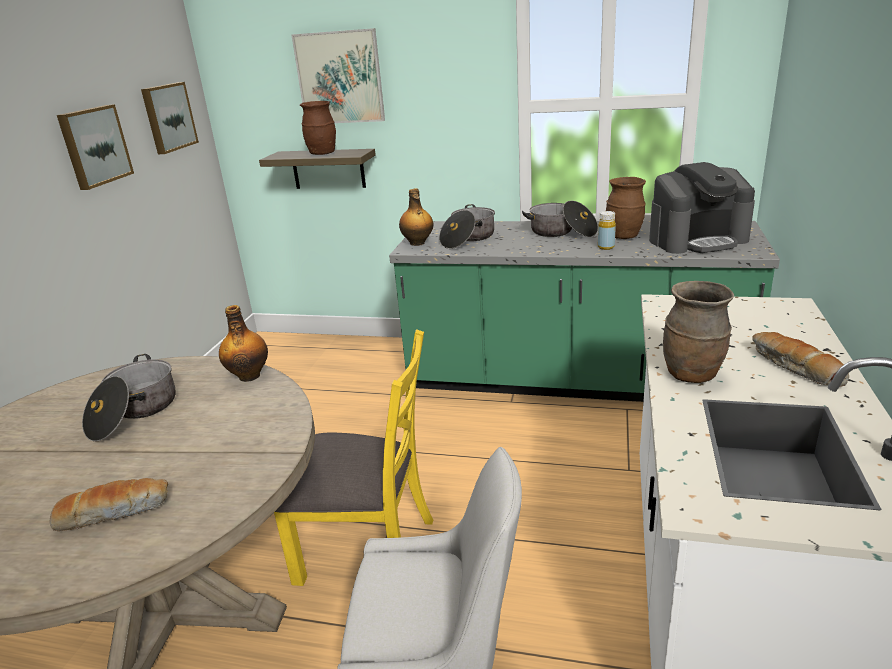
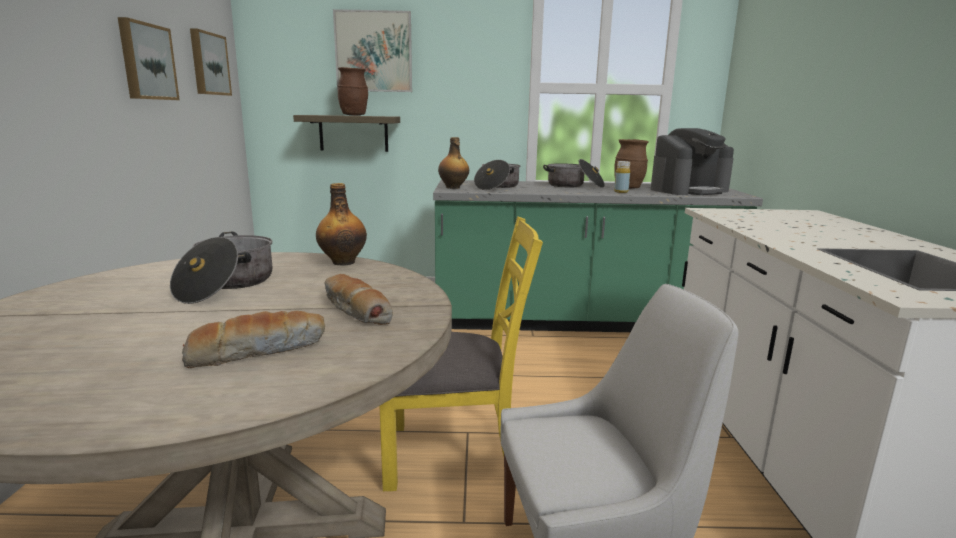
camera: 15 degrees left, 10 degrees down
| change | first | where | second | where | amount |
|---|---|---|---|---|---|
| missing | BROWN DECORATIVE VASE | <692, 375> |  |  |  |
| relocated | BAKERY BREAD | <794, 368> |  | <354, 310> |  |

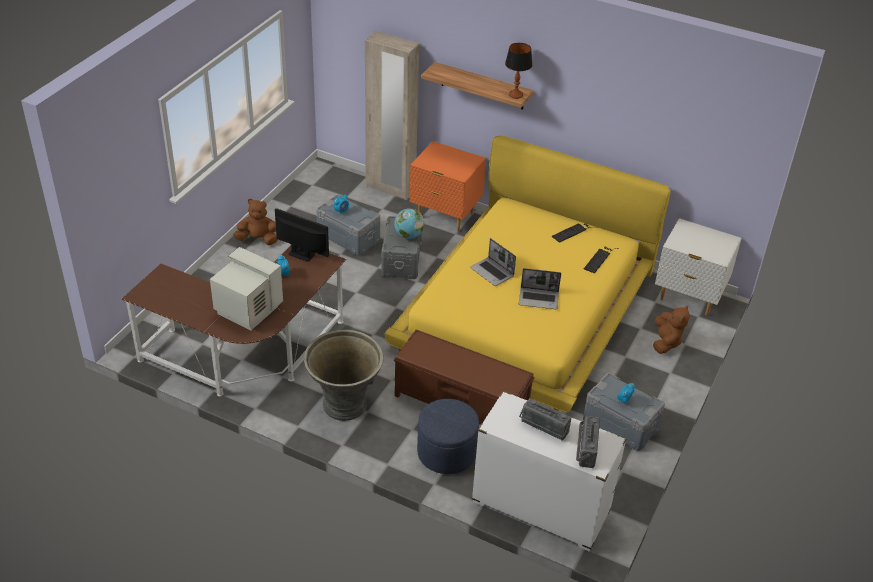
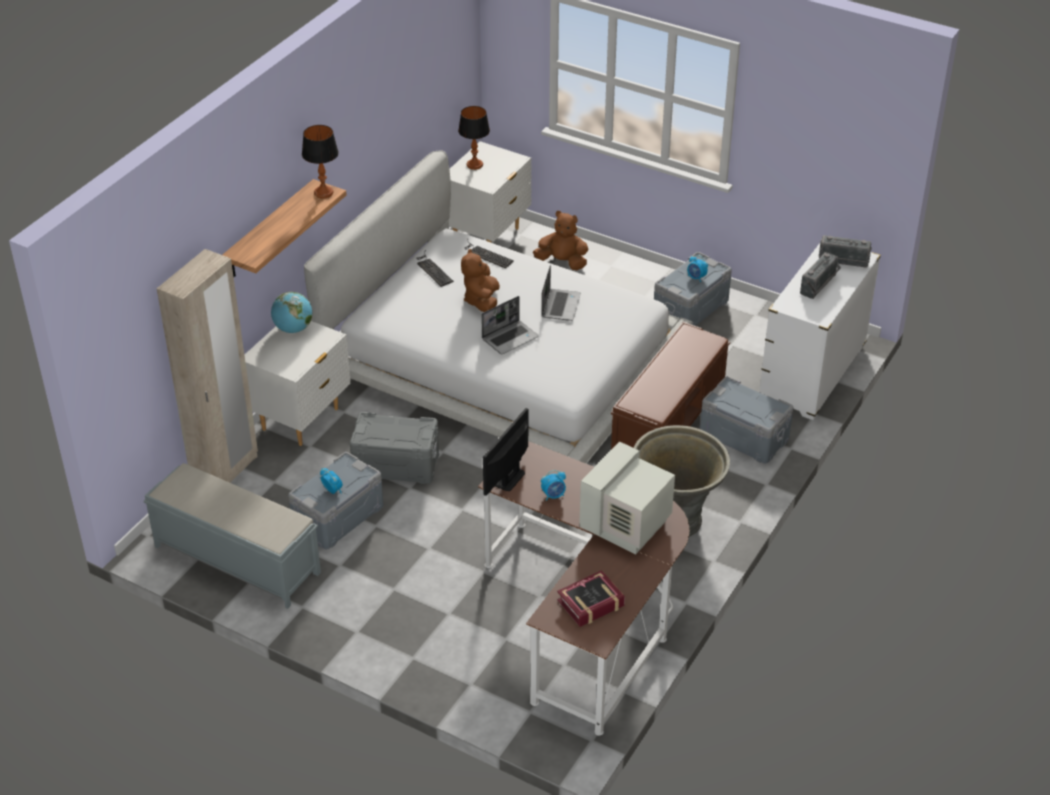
camera: 85 degrees left, 0 degrees up
| change | first | where | second | where | amount |
|---|---|---|---|---|---|
| relocated | BROWN PLUSH TOY | <258, 239> |  | <482, 301> |  |
| colour | YELLOW-COLOURED BED | <526, 308> | WHITE-COLOURED BED | <501, 360> |  |
| relocated | GLOBE | <408, 235> |  | <293, 329> |  |
| colour | ORANGEY NIGHT TABLE | <445, 216> | WHITE-COLOURED NIGHT TABLE | <301, 419> |  |
| exchanged | BLUISH POUFFE | <446, 452> | GREYISH STORAGE CONTAINER | <743, 437> |  |
| appeared |  |  | GREYISH LONG SEAT | <236, 559> |  |
| appeared |  |  | LAMP FOR A TABLE | <475, 165> |  |
| appeared |  |  | BOOK | <591, 603> |  |

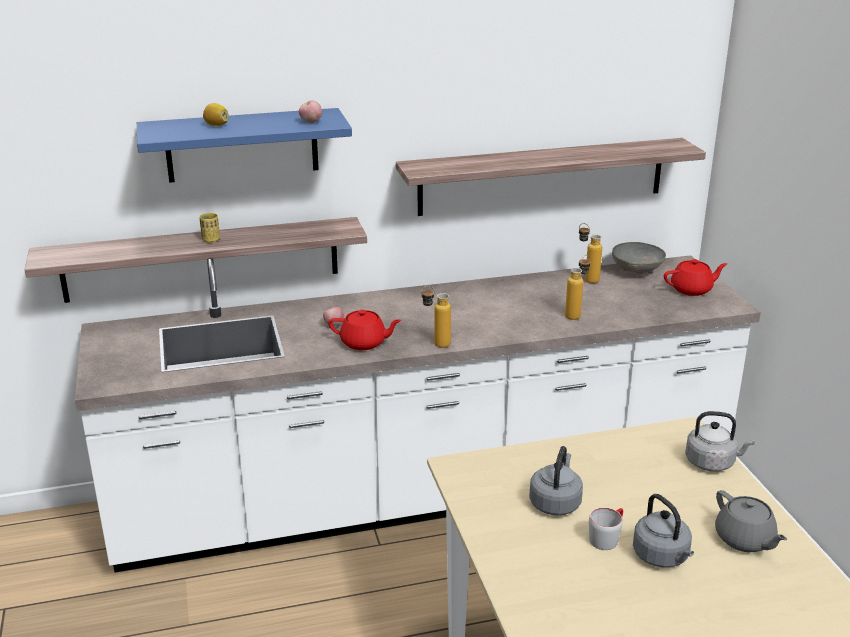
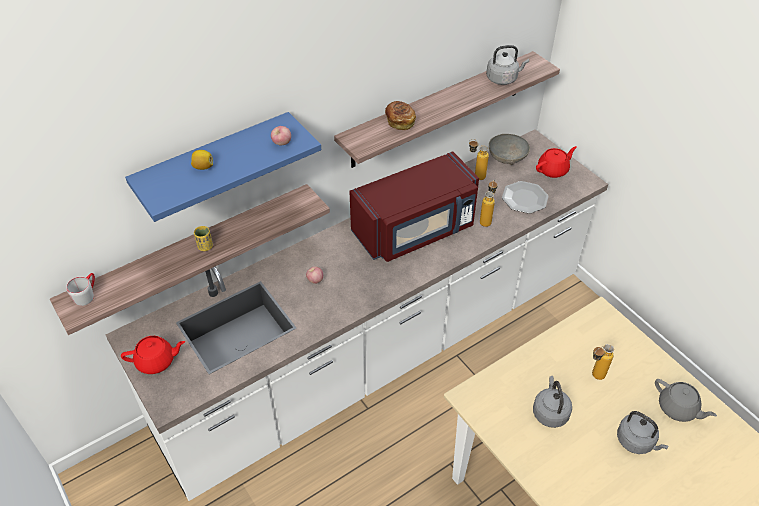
camera: 20 degrees left, 20 degrees up
| change | first | where | second | where | amount |
|---|---|---|---|---|---|
| relocated | REDDISH POT FOR TEA | <364, 343> |  | <156, 361> |  |
| relocated | BEVERAGE BOTTLE | <435, 345> |  | <594, 377> |  |
| relocated | GREYISH MUG | <607, 537> |  | <86, 294> |  |
| relocated | GREYISH KETTLE | <712, 462> |  | <503, 79> |  |
| appeared |  |  | REDDISH KITCHEN MICROWAVE | <415, 230> |  |
| appeared |  |  | BAKERY BREAD | <400, 121> |  |
| appeared |  |  | FLAT DISH | <524, 198> |  |

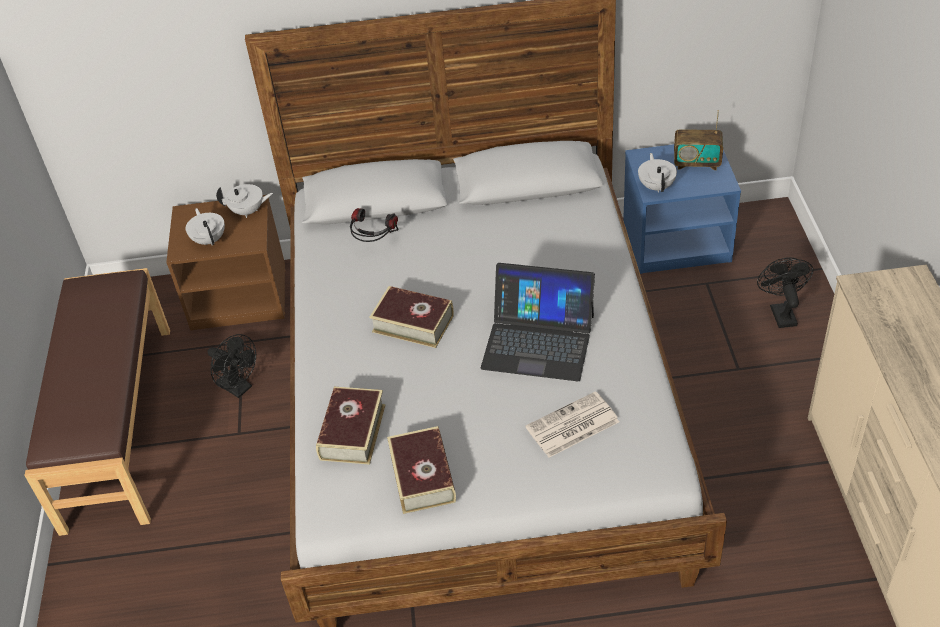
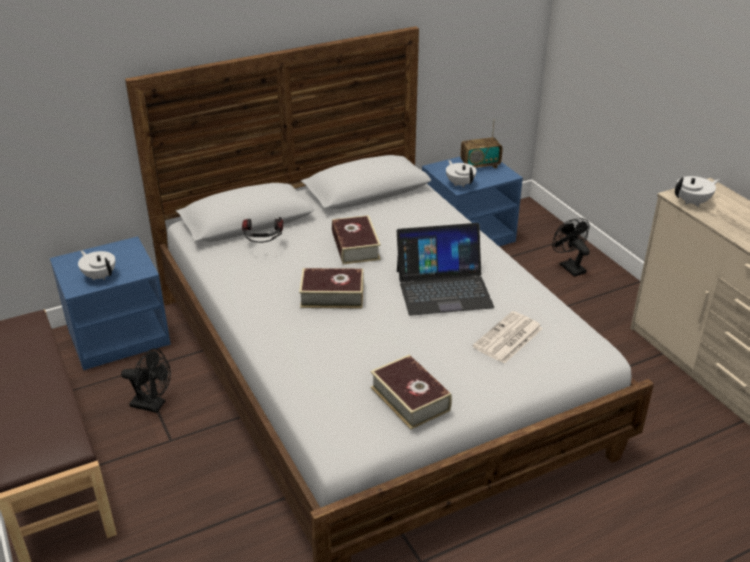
camera: 25 degrees left, 10 degrees down
| change | first | where | second | where | amount |
|---|---|---|---|---|---|
| colour | BROWN NIGHT TABLE | <240, 296> | BLUISH NIGHT TABLE | <119, 335> |  |
| relocated | WHITE-COLOURED POT FOR TEA | <248, 211> |  | <693, 202> |  |
| relocated | BOOK | <352, 432> |  | <355, 246> |  |

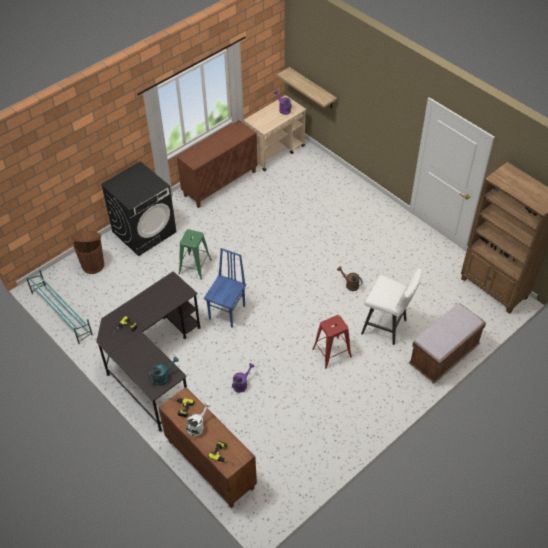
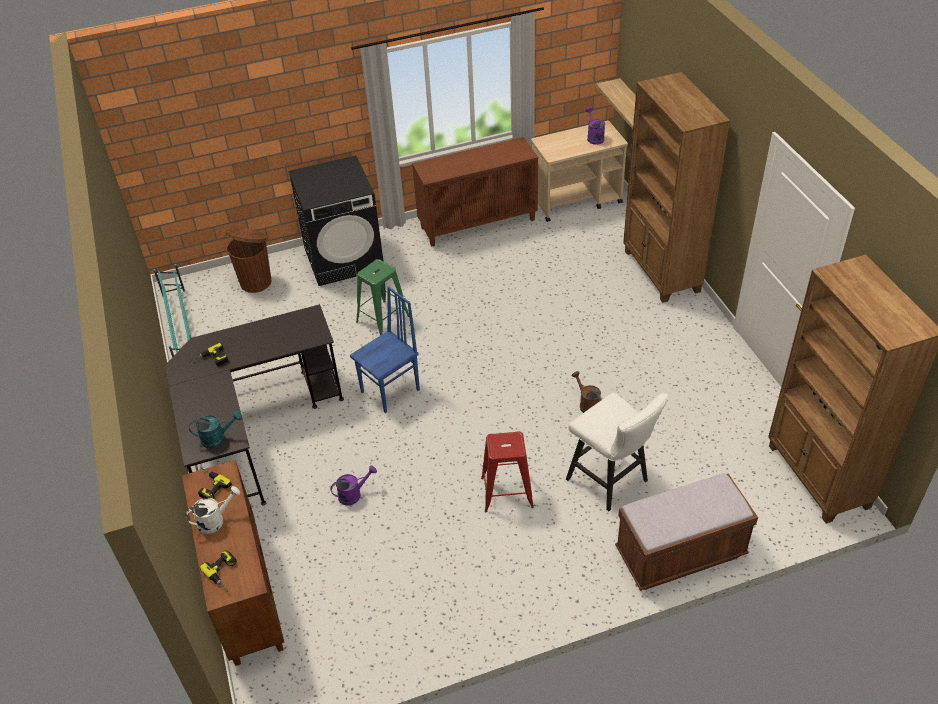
camera: 25 degrees right, 5 degrees down
| change | first | where | second | where | amount |
|---|---|---|---|---|---|
| appeared |  |  | BROWN BOOKSHELF | <661, 272> |  |

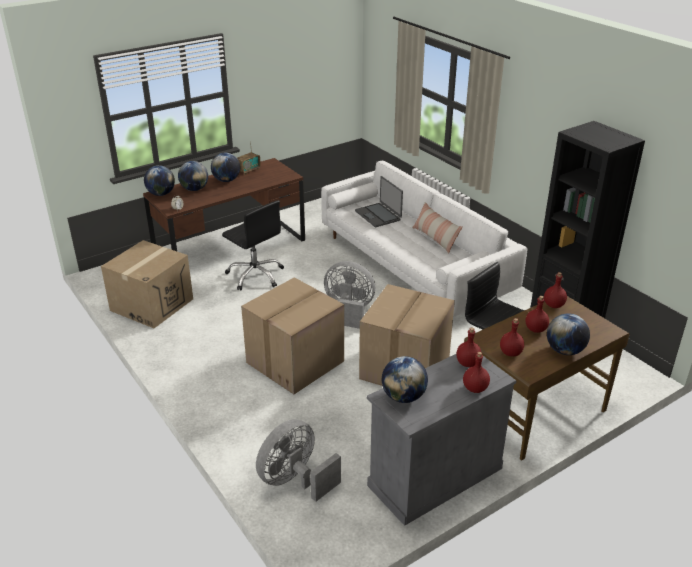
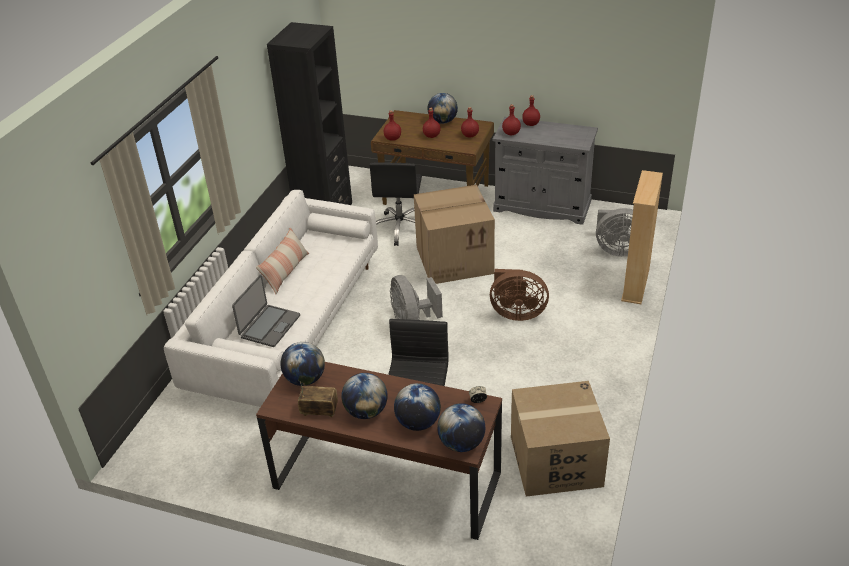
camera: 125 degrees left, 5 degrees up
| change | first | where | second | where | amount |
|---|---|---|---|---|---|
| exchanged | CARDBOARD BOX | <295, 363> | BROWN COOLING FAN | <516, 313> |  |
| relocated | GLOBE | <403, 397> |  | <305, 379> |  |
| appeared |  |  | BEIGE-COLOURED BOOKSHELF | <635, 285> |  |

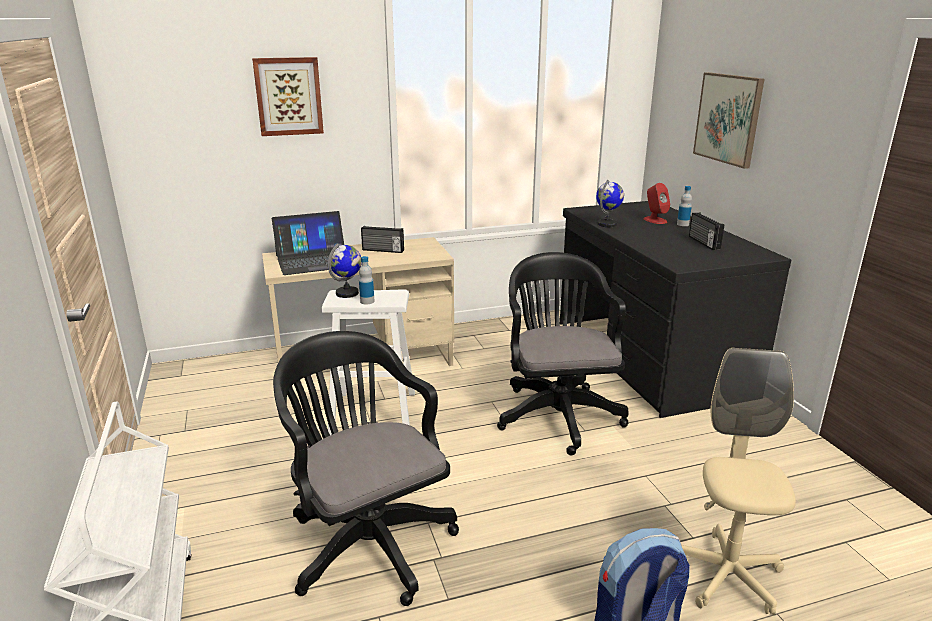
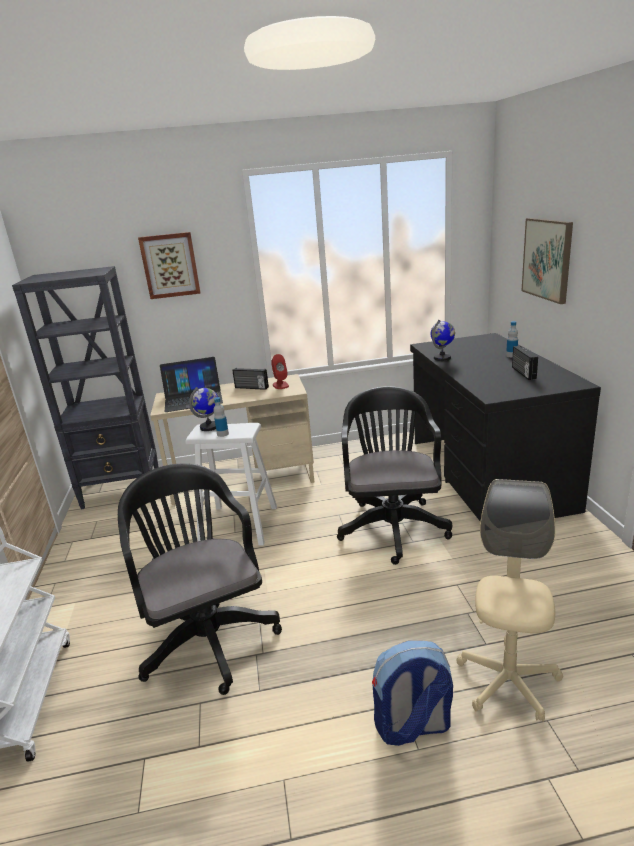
camera: 10 degrees right, 0 degrees up
| change | first | where | second | where | amount |
|---|---|---|---|---|---|
| relocated | REDDISH AUDIO SPEAKER | <655, 220> |  | <280, 385> |  |
| appeared |  |  | BLACKISH BOOKSHELF | <123, 489> |  |

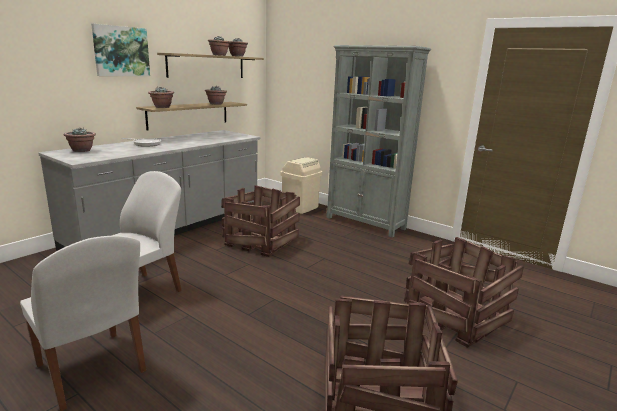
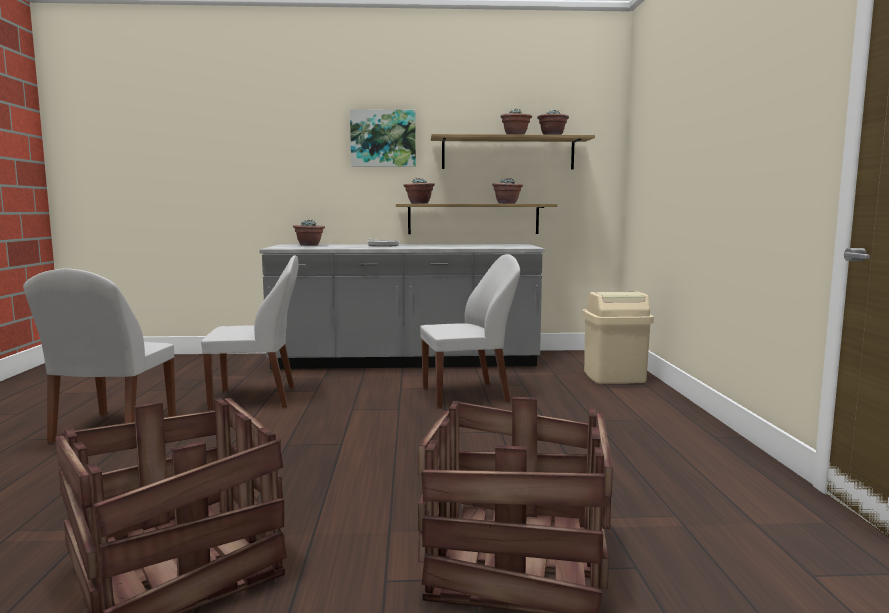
camera: 50 degrees right, 10 degrees down
| change | first | where | second | where | amount |
|---|---|---|---|---|---|
| exchanged | PACKING CRATE | <262, 241> | WHITE-COLOURED UPRIGHT CHAIR | <467, 395> |  |
| missing | GREYISH BOOKSHELF | <365, 223> |  |  |  |

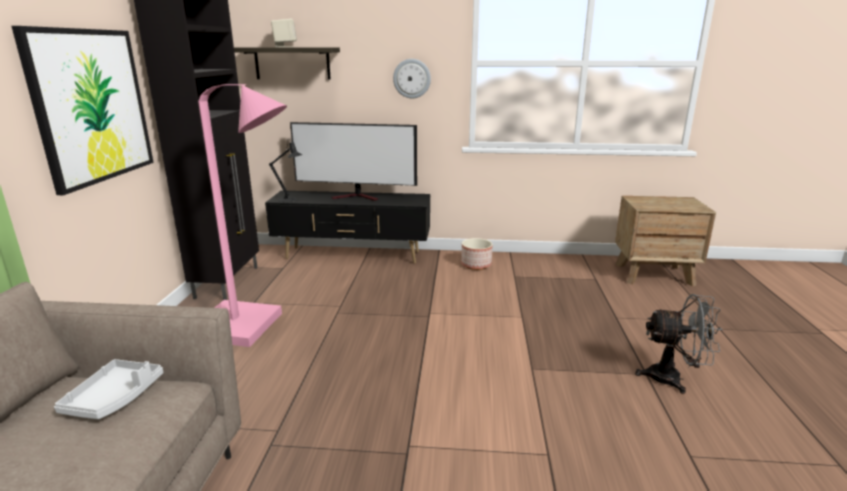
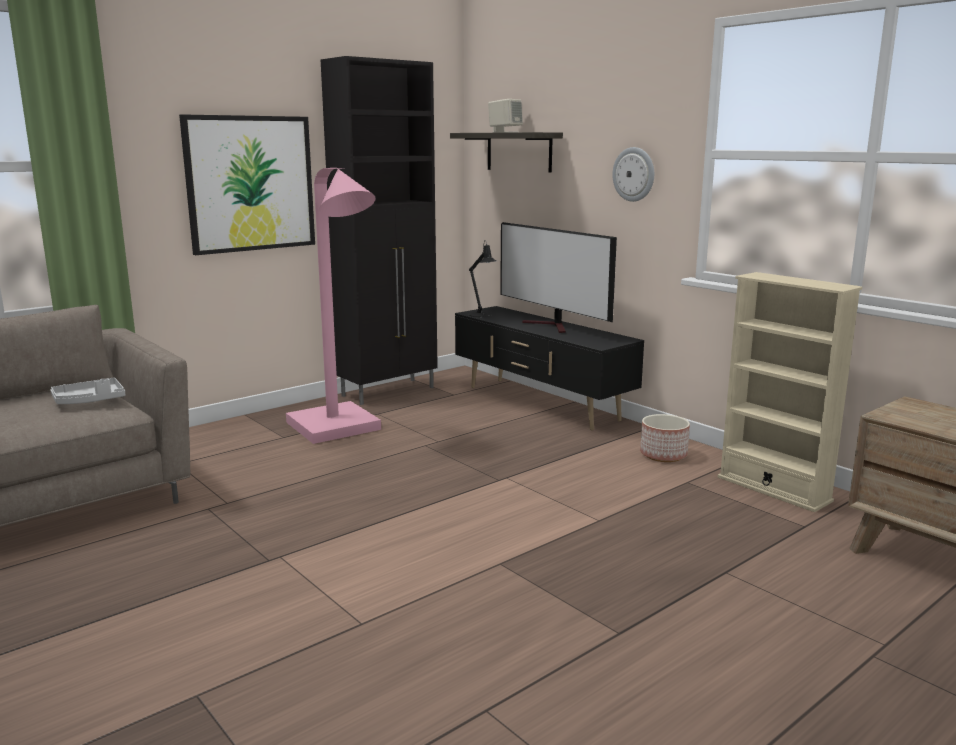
camera: 45 degrees right, 5 degrees down
| change | first | where | second | where | amount |
|---|---|---|---|---|---|
| missing | GREYISH COOLING FAN | <673, 378> |  |  |  |
| appeared |  |  | BEIGE-COLOURED BOOKSHELF | <773, 489> |  |

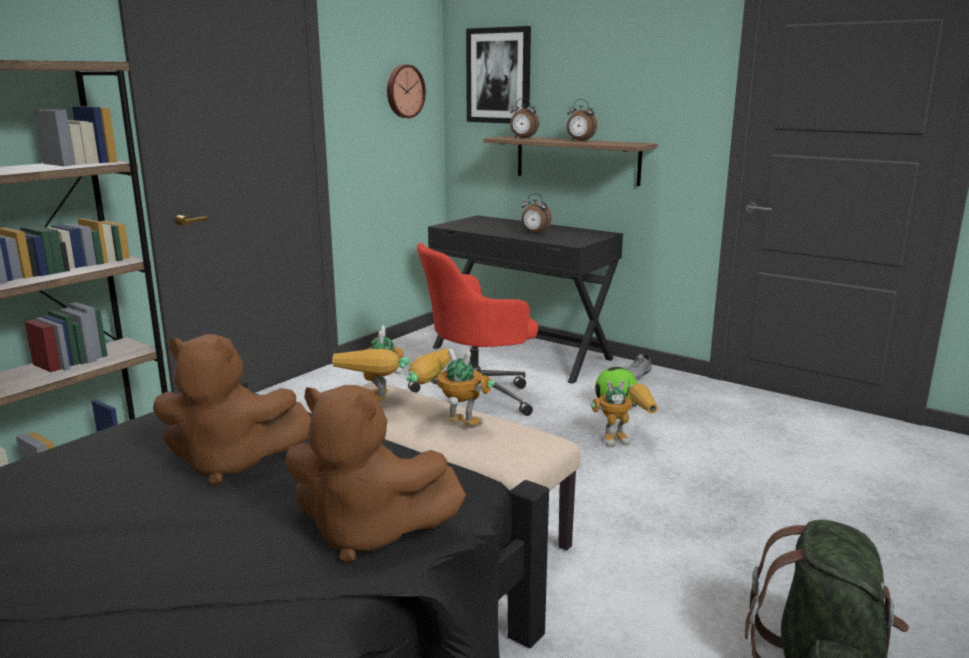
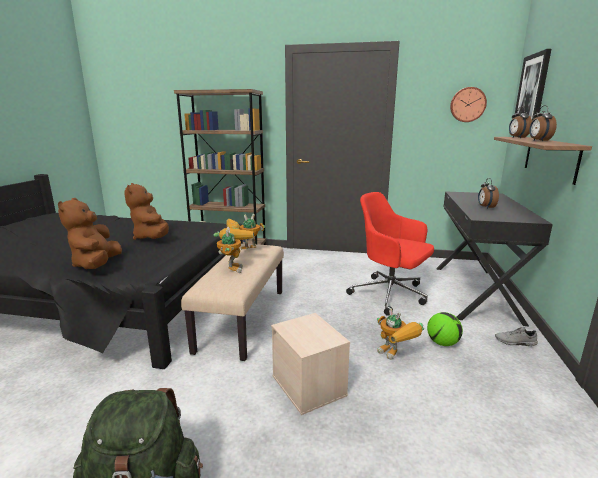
camera: 65 degrees right, 0 degrees up
| change | first | where | second | where | amount |
|---|---|---|---|---|---|
| appeared |  |  | BEIGE-COLOURED STORAGE CONTAINER | <309, 386> |  |

